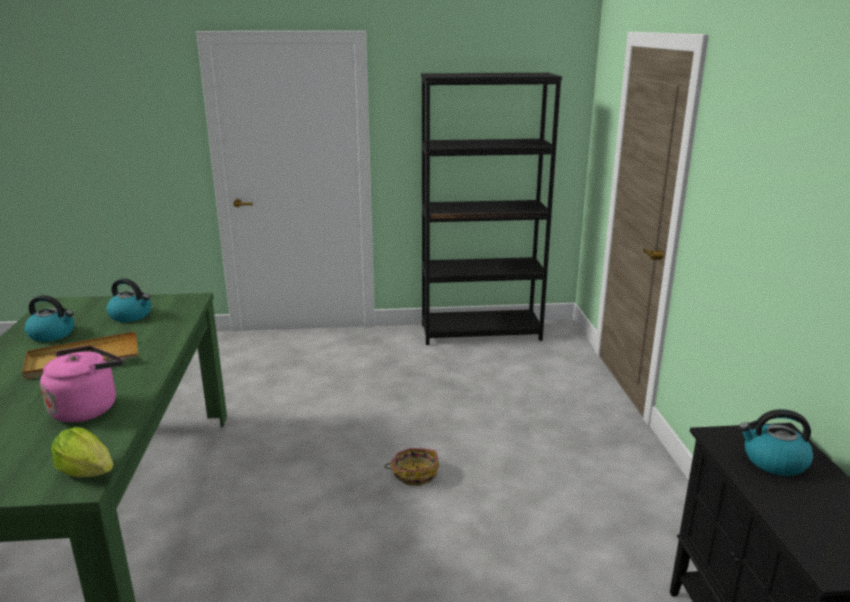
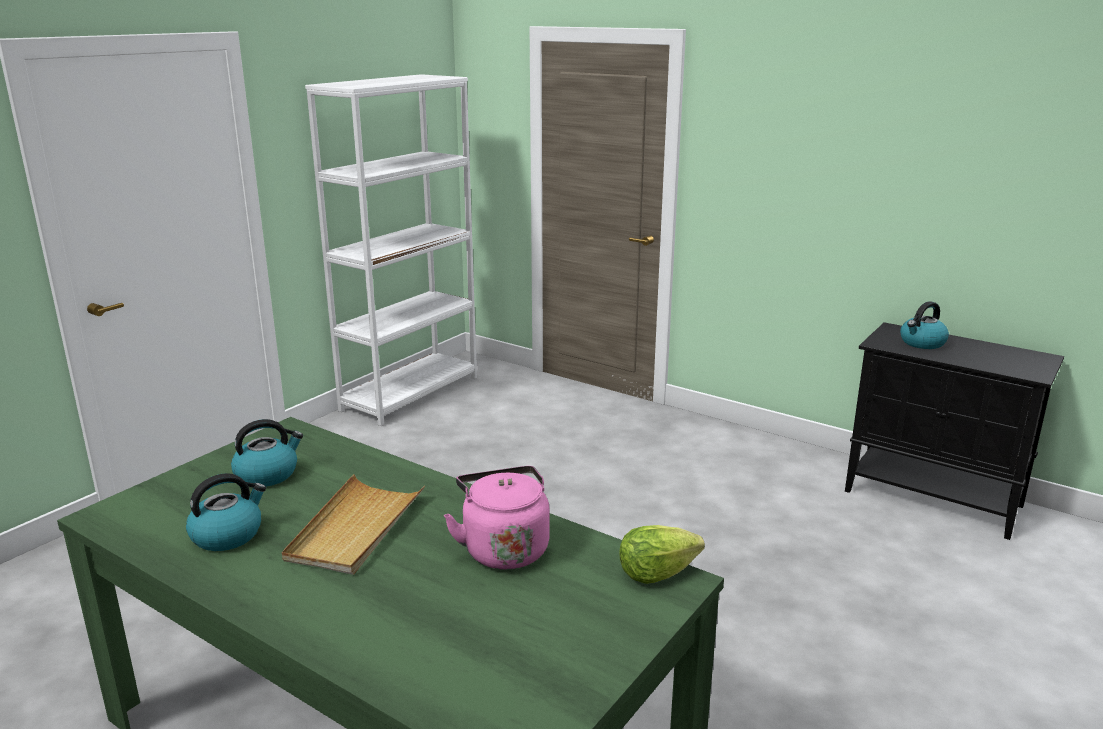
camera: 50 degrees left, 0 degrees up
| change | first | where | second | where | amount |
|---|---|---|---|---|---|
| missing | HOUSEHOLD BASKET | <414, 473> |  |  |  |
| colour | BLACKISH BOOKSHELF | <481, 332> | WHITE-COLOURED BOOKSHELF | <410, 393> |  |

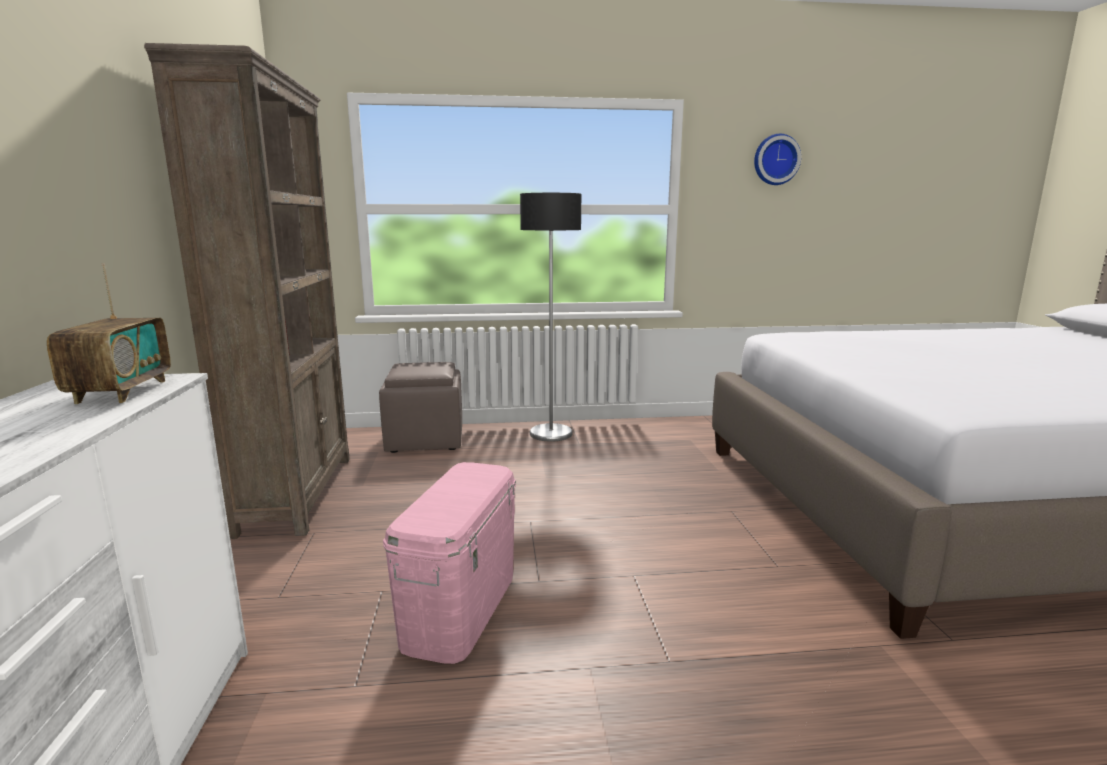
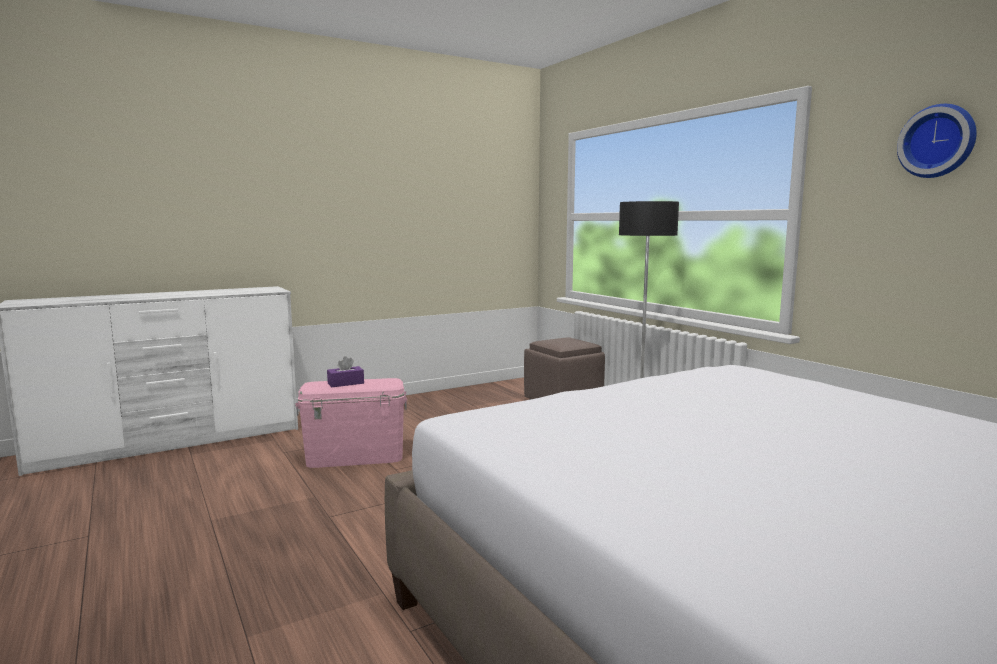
camera: 65 degrees right, 5 degrees down
| change | first | where | second | where | amount |
|---|---|---|---|---|---|
| missing | RADIO SET | <121, 391> |  |  |  |
| missing | BROWN BOOKSHELF | <296, 493> |  |  |  |
| appeared |  |  | PURPLE-COLOURED TISSUE BOX | <345, 383> |  |

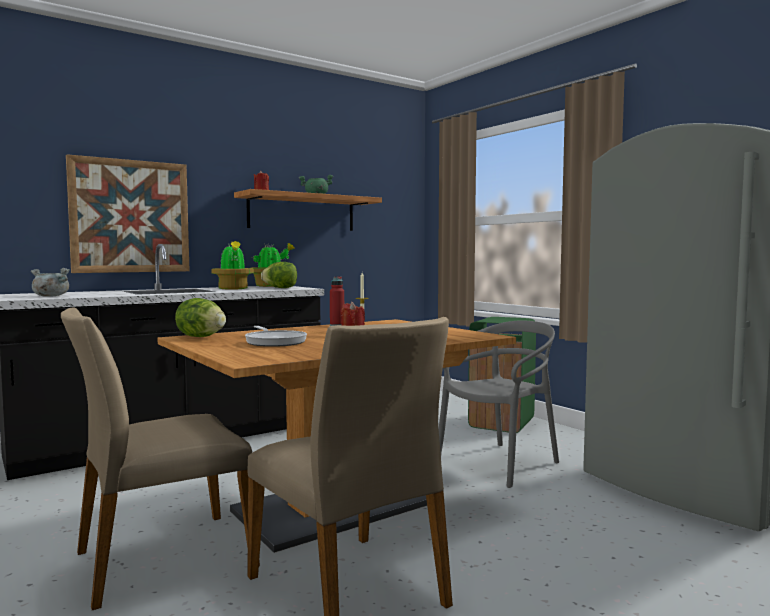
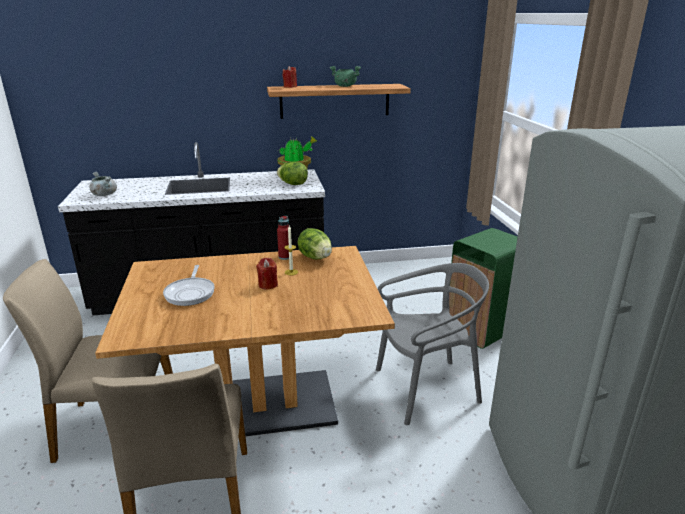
camera: 25 degrees right, 20 degrees up
| change | first | where | second | where | amount |
|---|---|---|---|---|---|
| missing | WALL PICTURE | <130, 216> |  |  |  |
| relocated | LETTUCE | <201, 337> |  | <315, 257> |  |
| missing | HOUSEPLANT | <233, 289> |  |  |  |

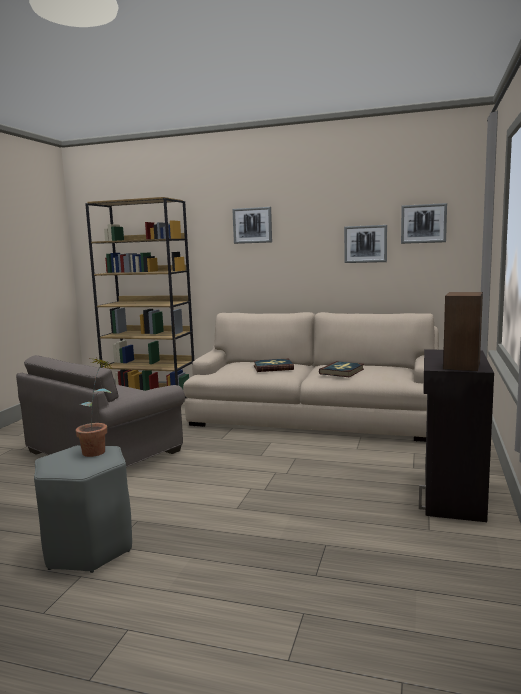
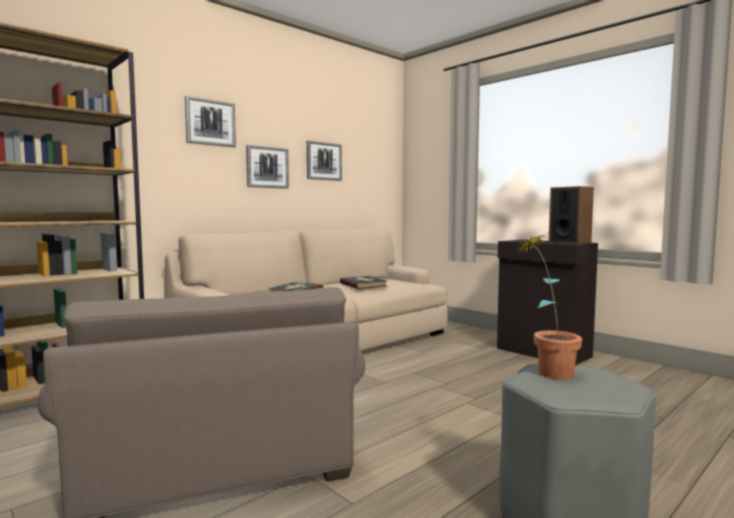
camera: 60 degrees left, 5 degrees down
| change | first | where | second | where | amount |
|---|---|---|---|---|---|
| relocated | WALL PICTURE | <423, 223> |  | <267, 167> |  |

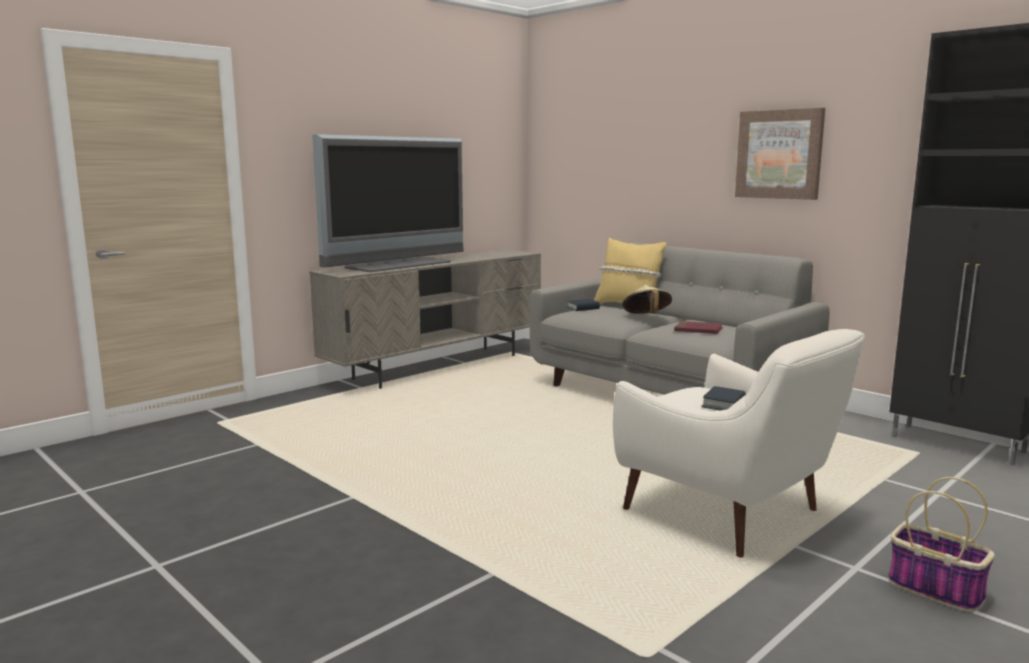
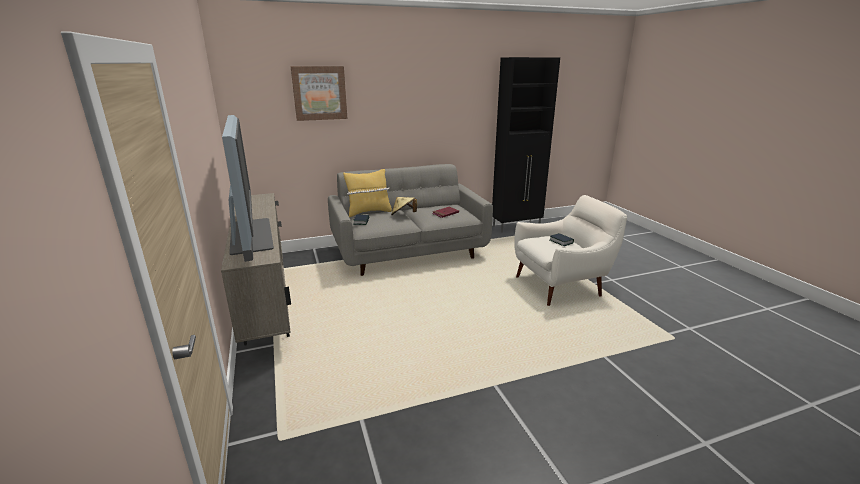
camera: 65 degrees left, 10 degrees up
| change | first | where | second | where | amount |
|---|---|---|---|---|---|
| relocated | WALL PICTURE | <779, 154> |  | <319, 93> |  |
| missing | HOUSEHOLD BASKET | <933, 589> |  |  |  |

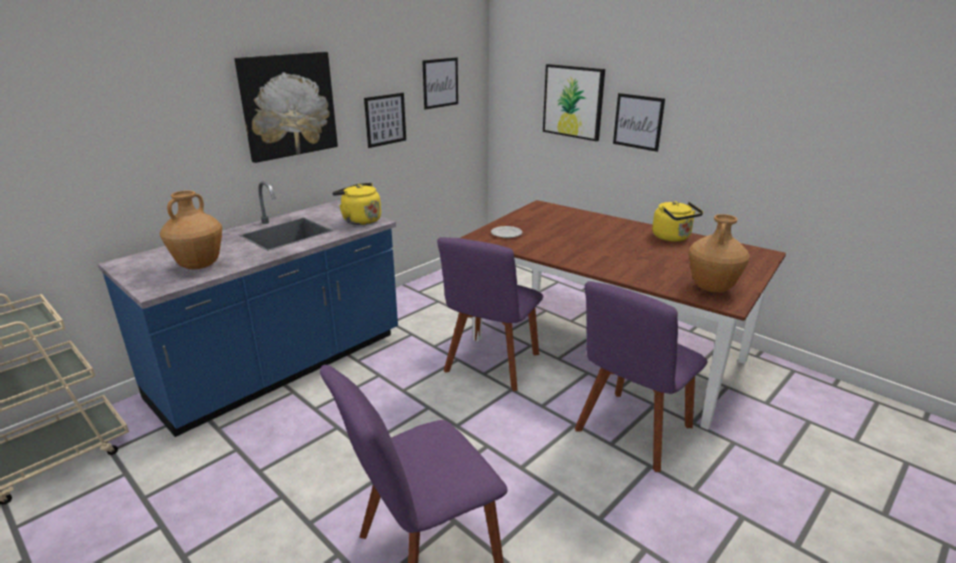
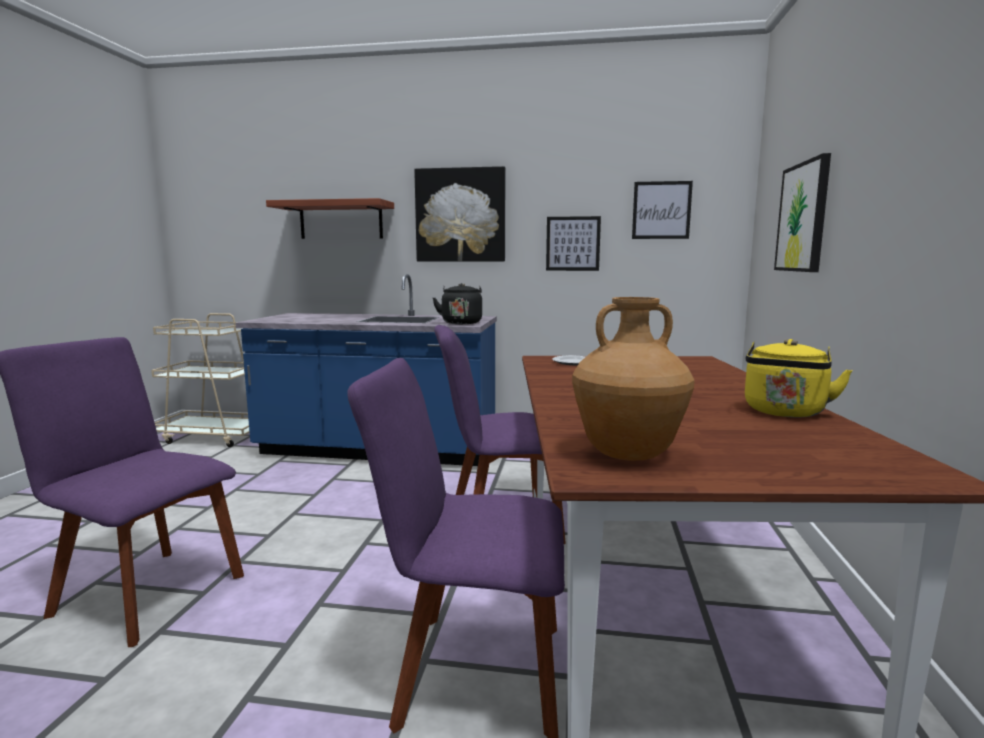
camera: 55 degrees right, 15 degrees down
| change | first | where | second | where | amount |
|---|---|---|---|---|---|
| missing | BROWN DECORATIVE VASE | <199, 265> |  |  |  |
| colour | YELLOW-COLOURED KETTLE | <359, 220> | BLACKISH KETTLE | <461, 322> |  |
| missing | WALL PICTURE | <638, 122> |  |  |  |
| appeared |  |  | BRACKET SHELF | <341, 221> |  |

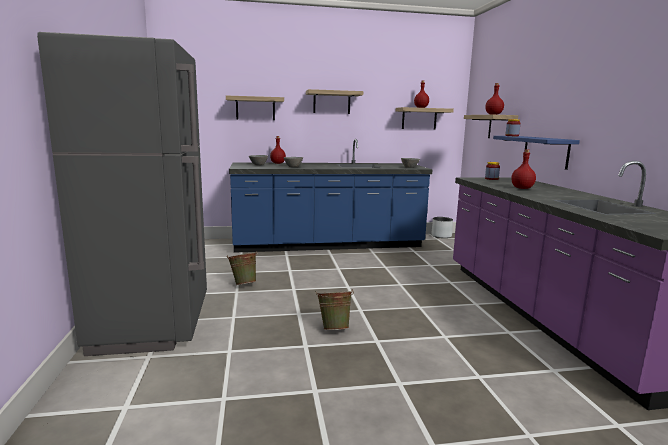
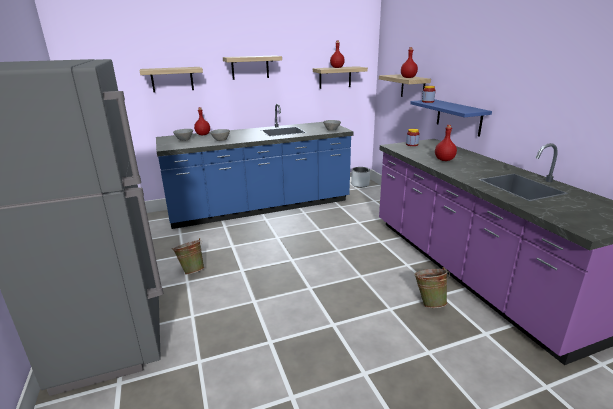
camera: 10 degrees left, 10 degrees up
| change | first | where | second | where | amount |
|---|---|---|---|---|---|
| relocated | GREENISH BUCKET | <334, 328> |  | <429, 302> |  |

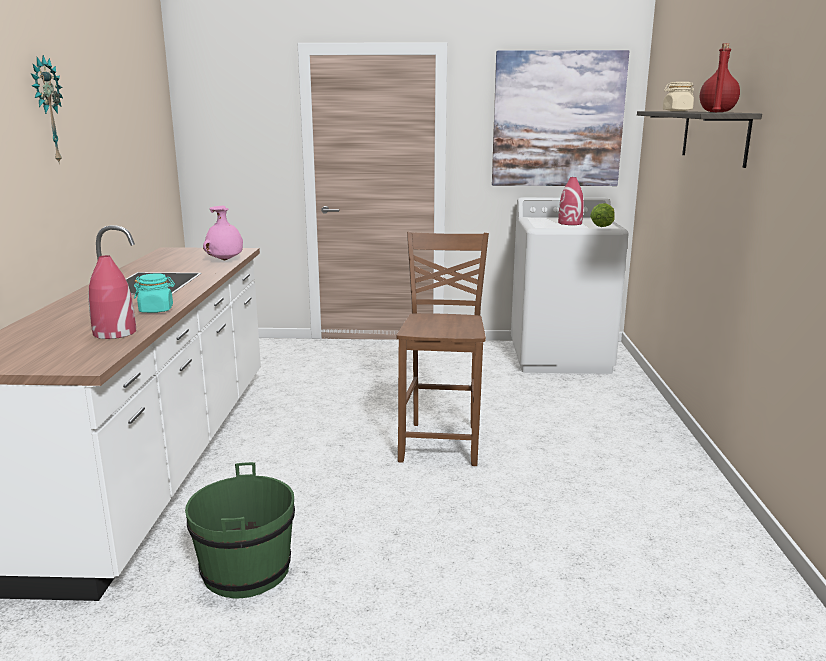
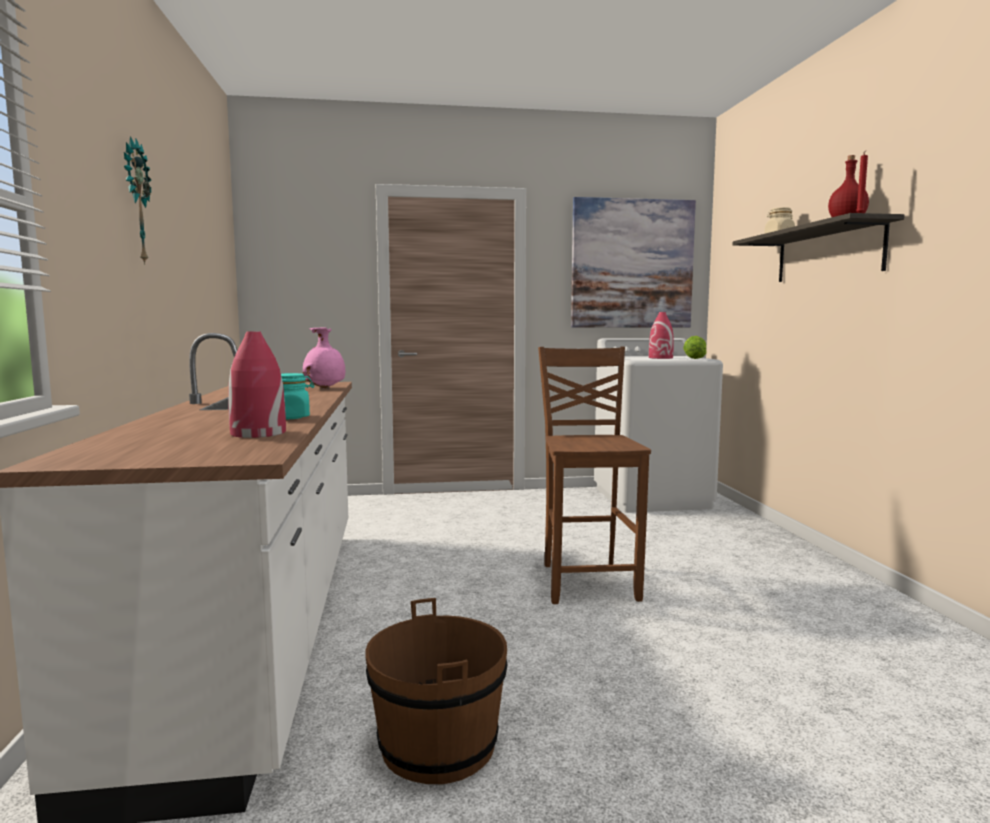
camera: 10 degrees left, 10 degrees down
| change | first | where | second | where | amount |
|---|---|---|---|---|---|
| colour | GREENISH BUCKET | <246, 570> | BROWN BUCKET | <437, 745> |  |

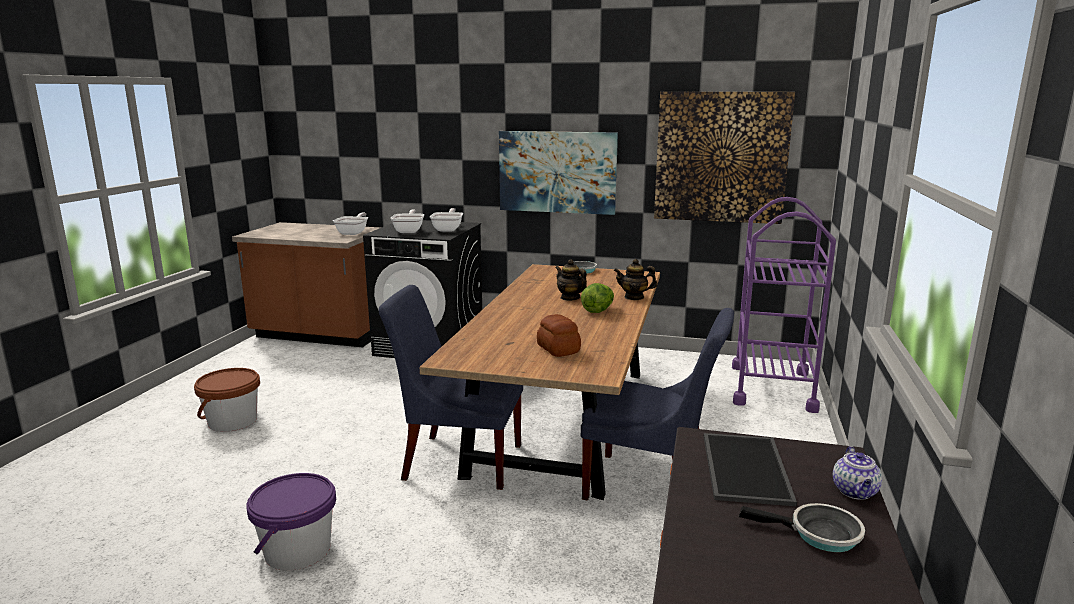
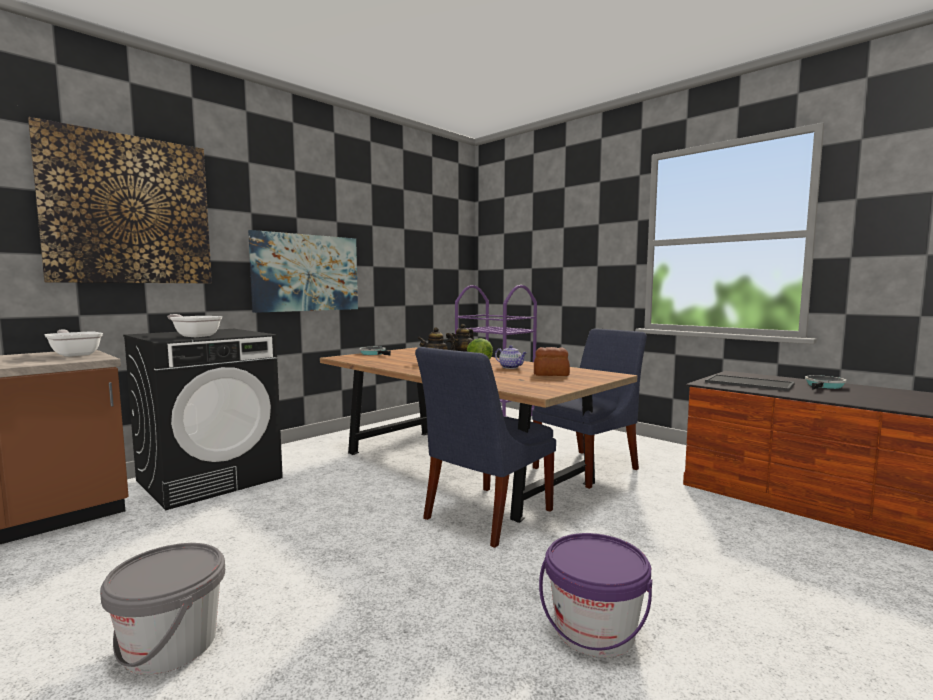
camera: 60 degrees left, 10 degrees down
| change | first | where | second | where | amount |
|---|---|---|---|---|---|
| colour | BROWN BUCKET | <232, 421> | GREYISH BUCKET | <170, 645> |  |
| missing | SKILLET | <448, 229> |  |  |  |
| relocated | WALL PICTURE | <721, 157> |  | <129, 210> |  |
| relocated | POT FOR TEA | <855, 492> |  | <511, 367> |  |

